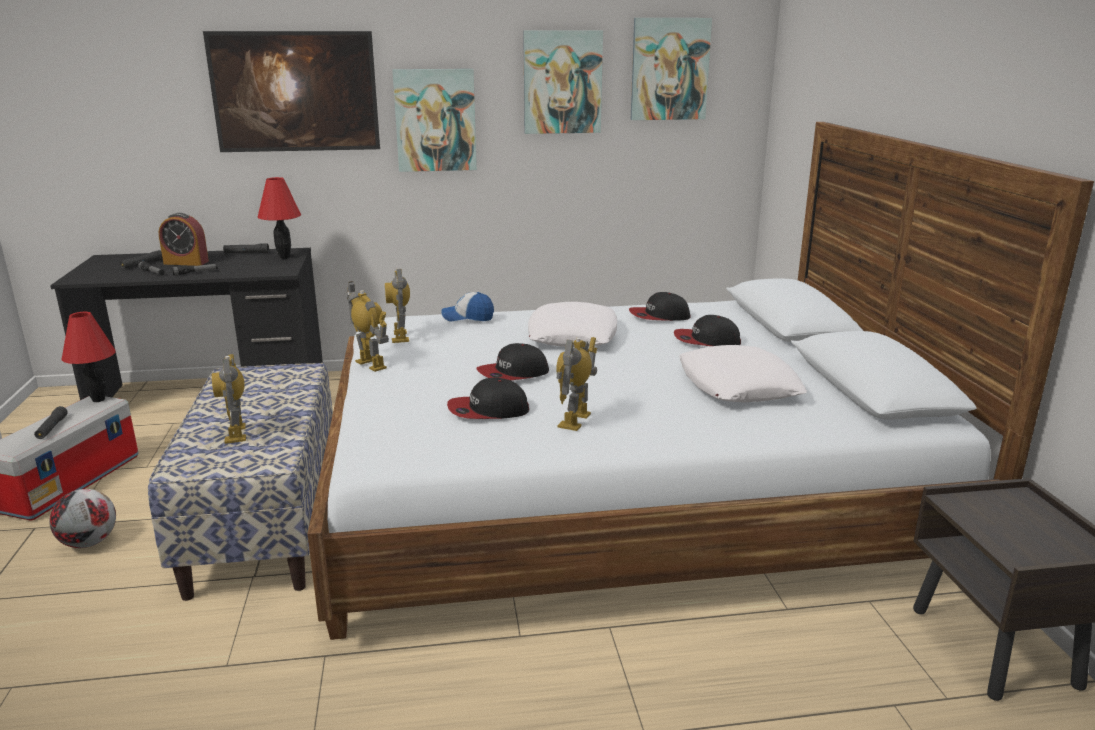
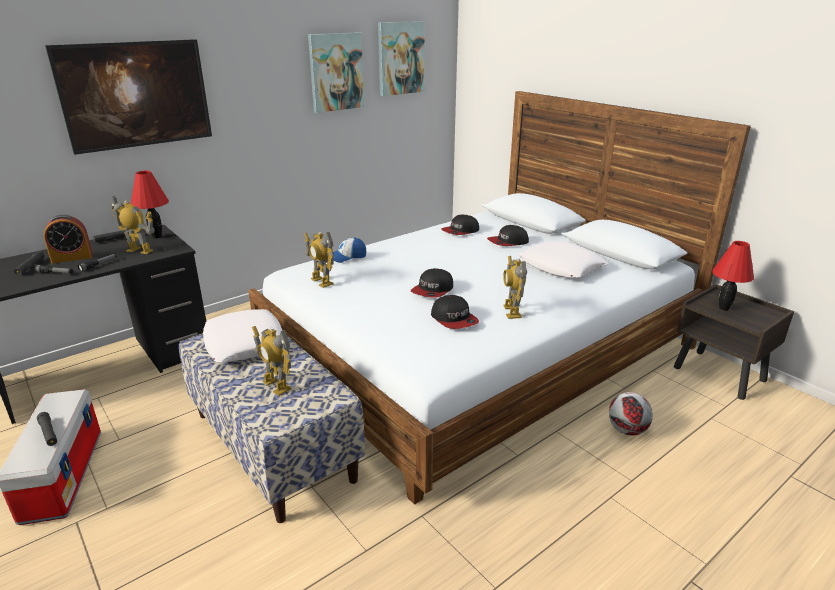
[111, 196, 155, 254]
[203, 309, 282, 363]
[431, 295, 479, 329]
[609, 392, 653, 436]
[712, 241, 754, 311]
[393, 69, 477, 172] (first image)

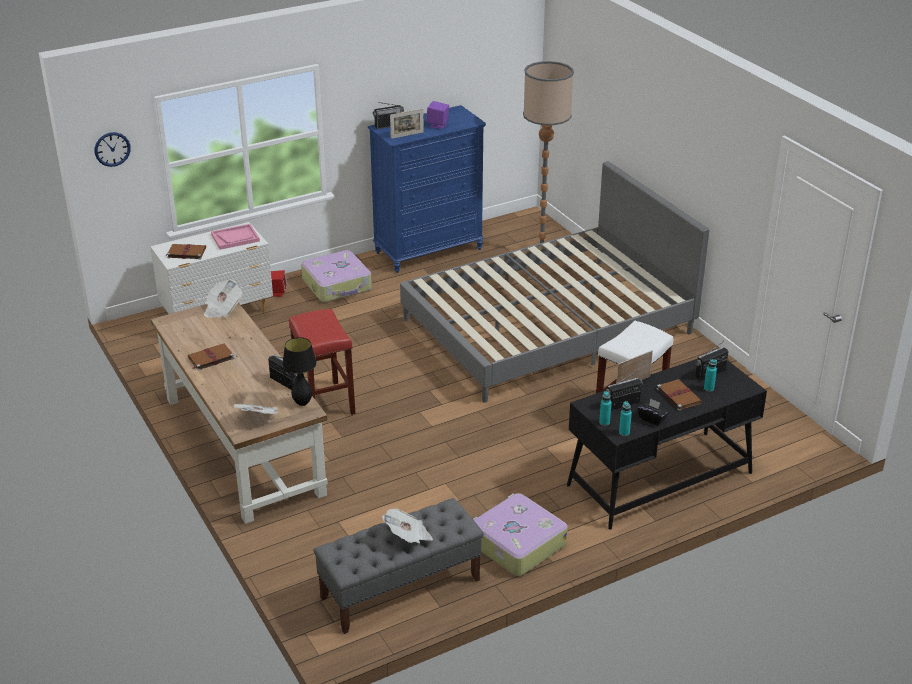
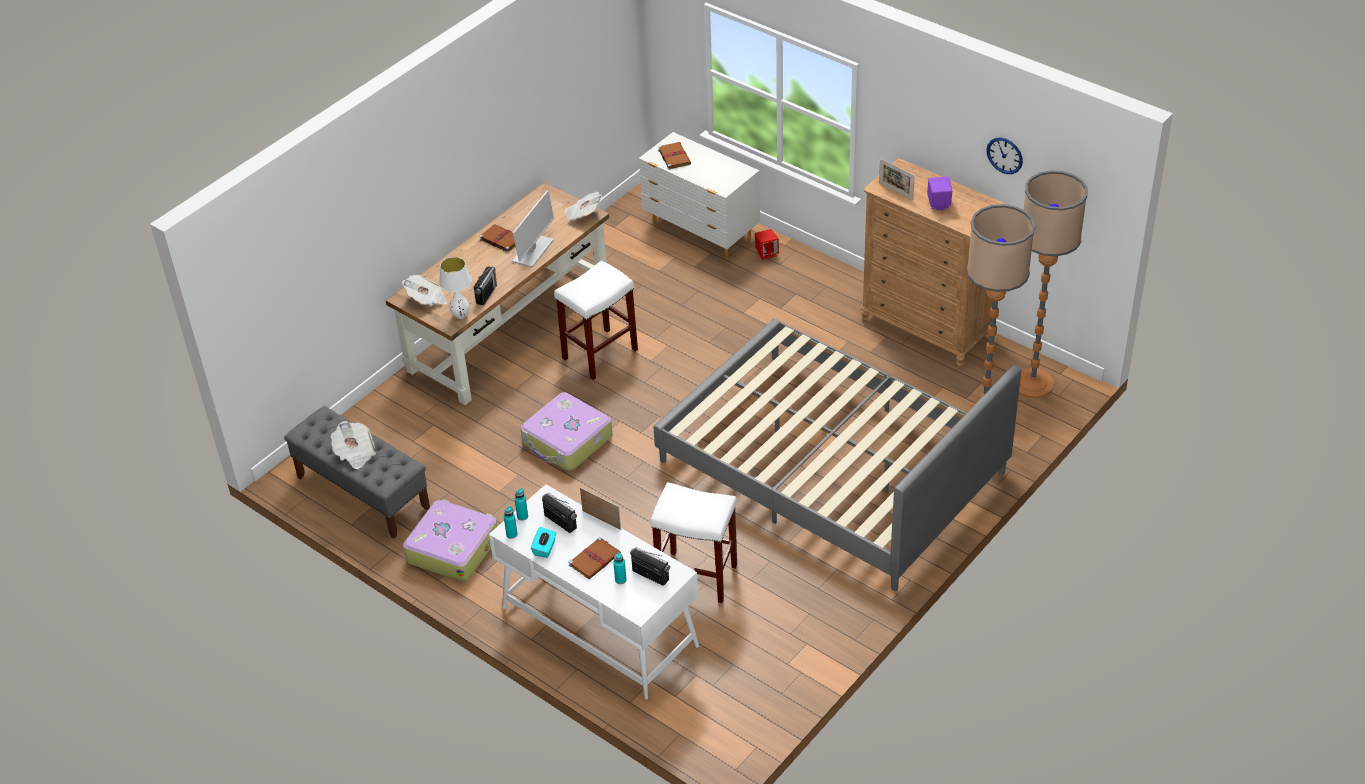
[439, 257, 472, 319]
[489, 484, 699, 700]
[512, 190, 554, 268]
[520, 392, 613, 471]
[531, 527, 556, 558]
[554, 260, 638, 380]
[861, 158, 1008, 367]
[986, 137, 1023, 174]
[1019, 170, 1088, 398]
[211, 224, 260, 250] (first image)
[373, 102, 404, 129] (first image)

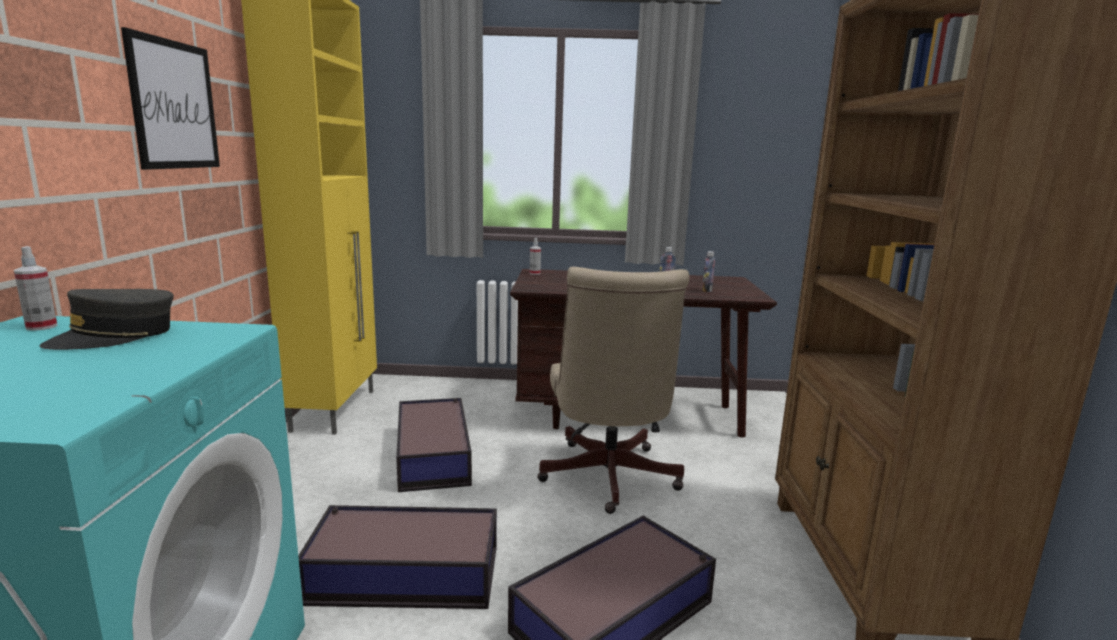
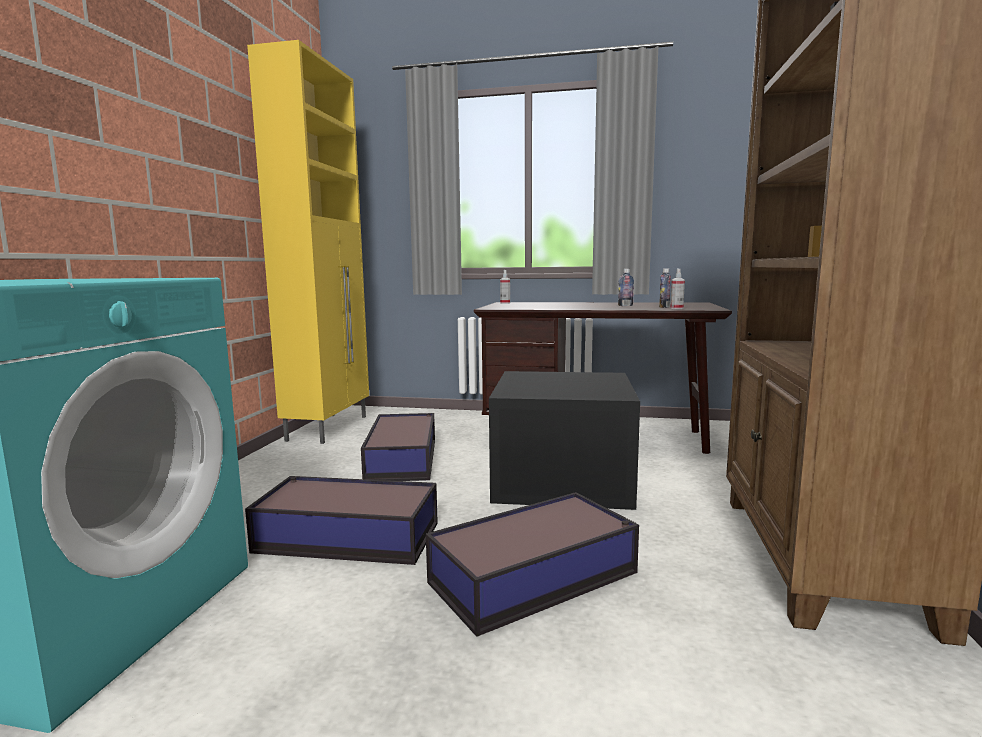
[489, 371, 640, 510]
[670, 269, 685, 309]
[39, 289, 174, 350] (first image)
[121, 27, 220, 170] (first image)

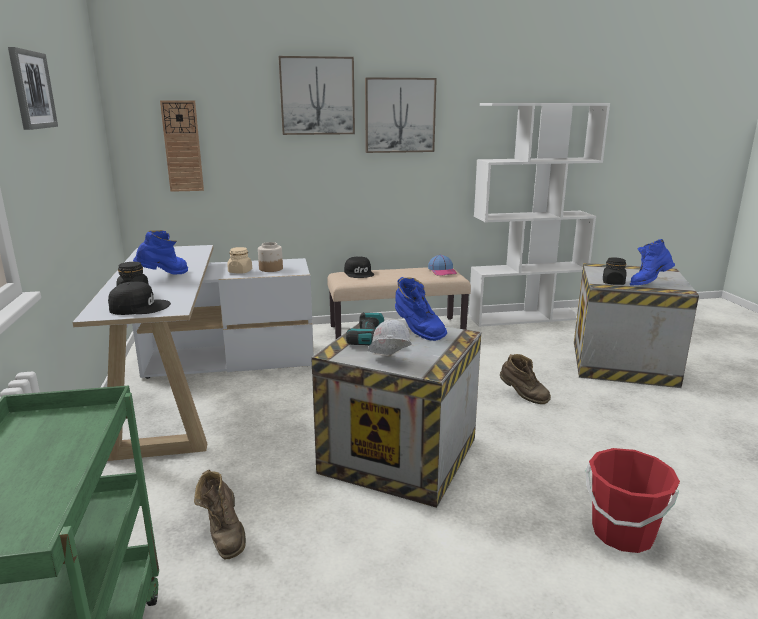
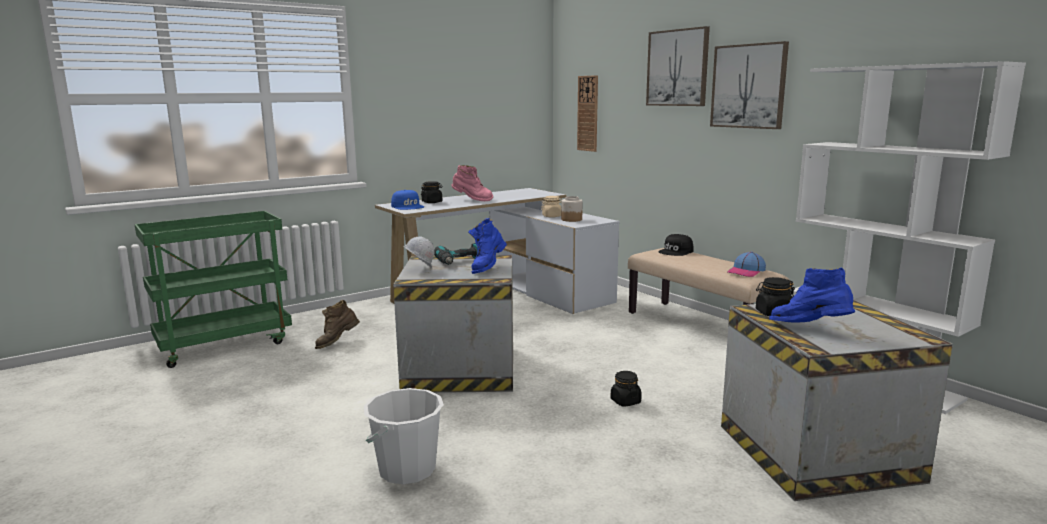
[364, 388, 444, 484]
[391, 190, 424, 210]
[452, 165, 493, 201]
[611, 371, 642, 407]
[8, 47, 58, 130] (first image)

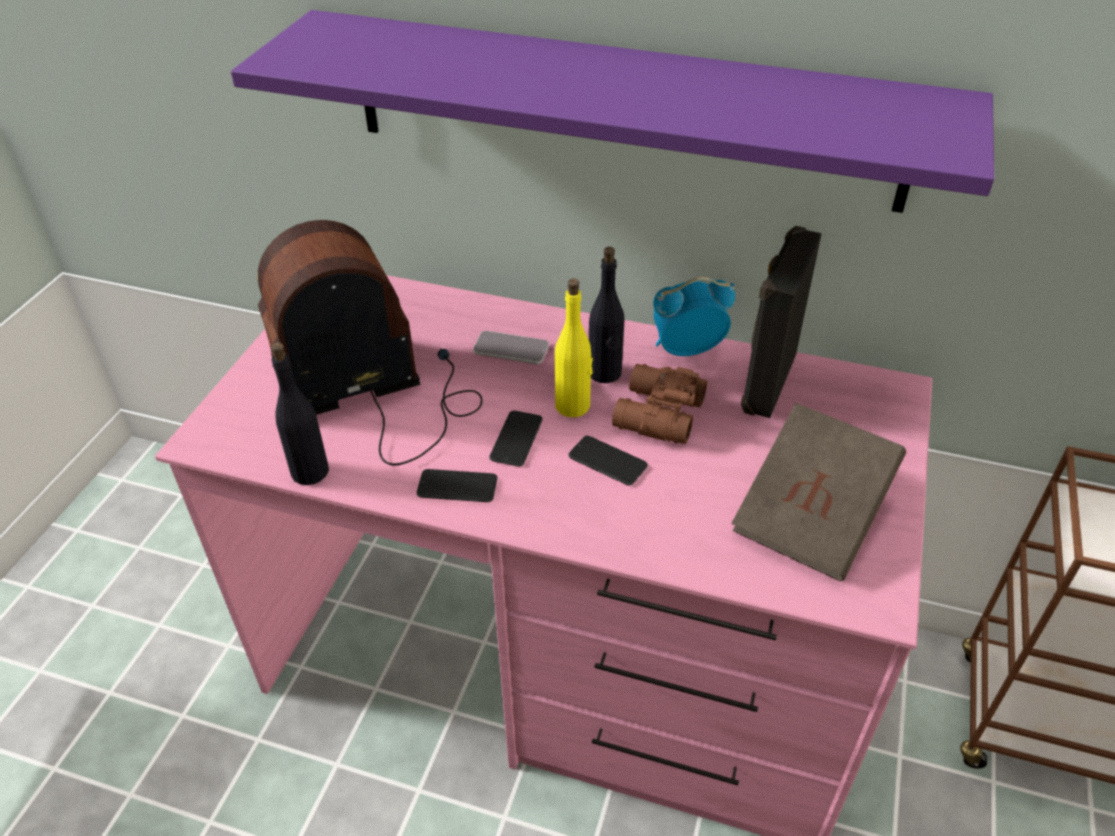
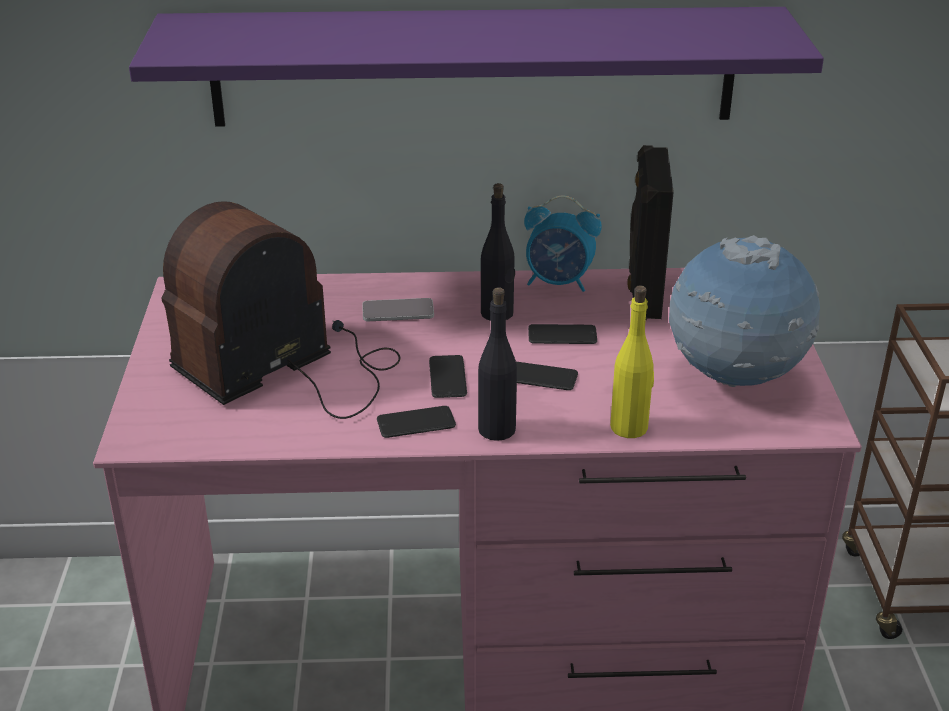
[478, 287, 517, 441]
[524, 196, 602, 292]
[528, 324, 597, 344]
[610, 286, 654, 438]
[669, 235, 820, 387]

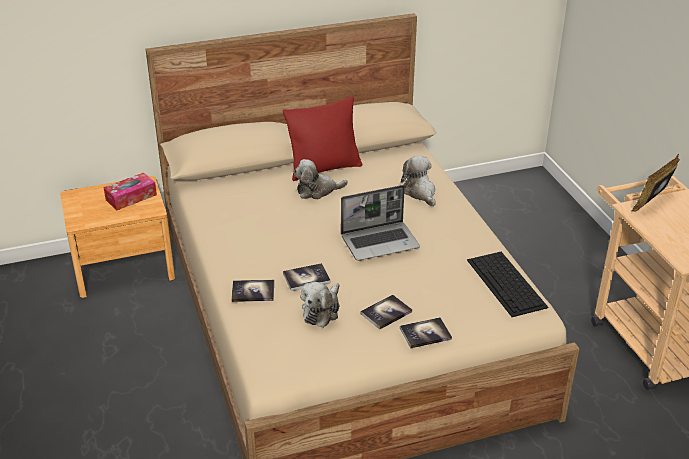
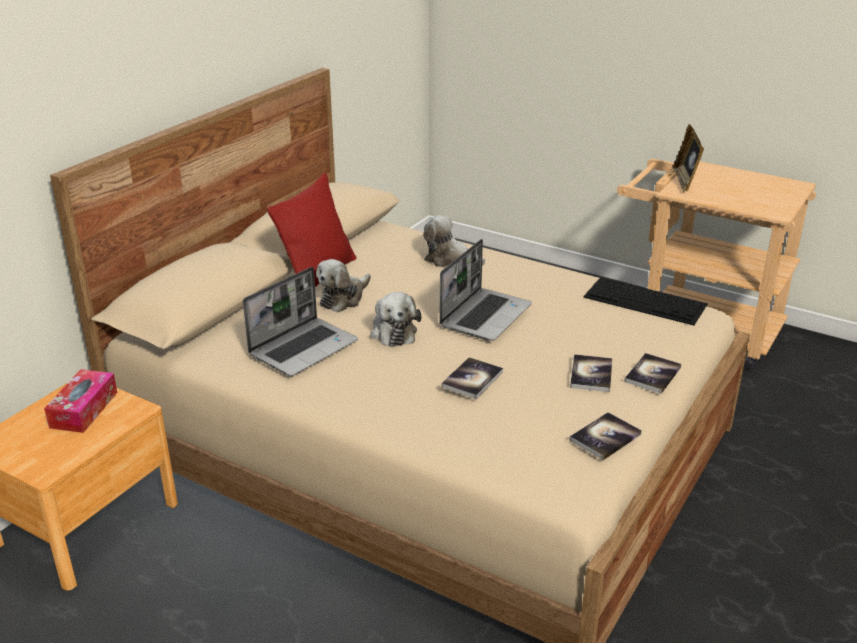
[243, 267, 358, 376]
[370, 292, 421, 347]
[569, 412, 642, 460]

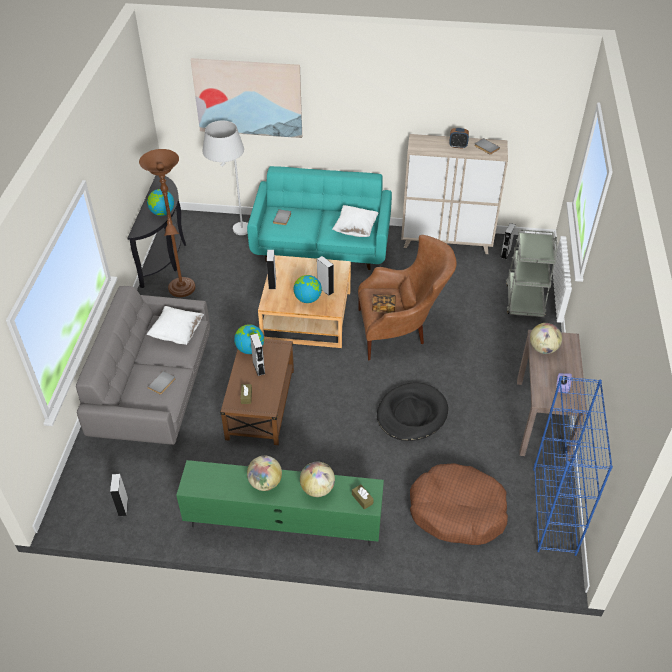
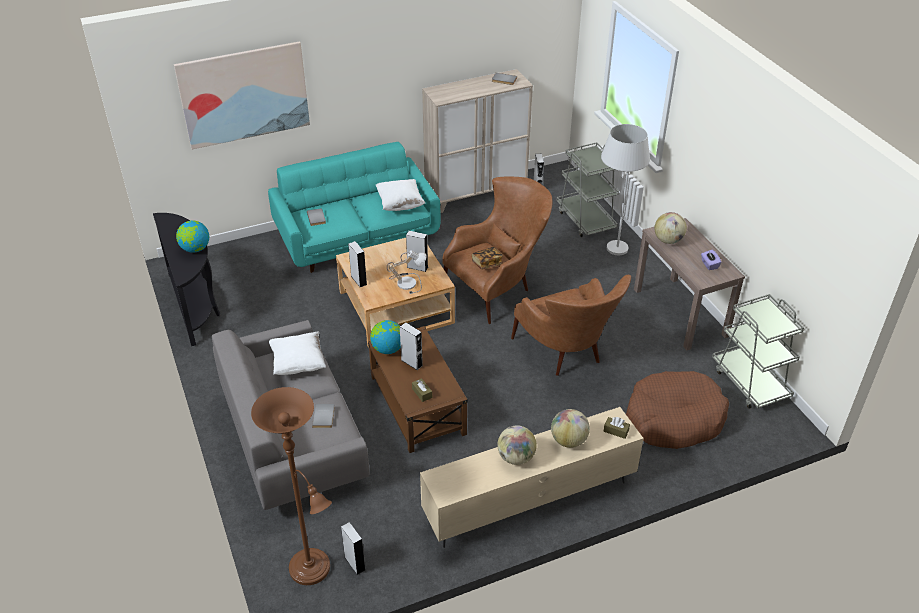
[251, 387, 332, 585]
[387, 250, 427, 294]
[420, 407, 644, 548]
[511, 275, 631, 376]
[601, 124, 650, 255]
[712, 294, 804, 409]
[449, 128, 469, 149] (first image)

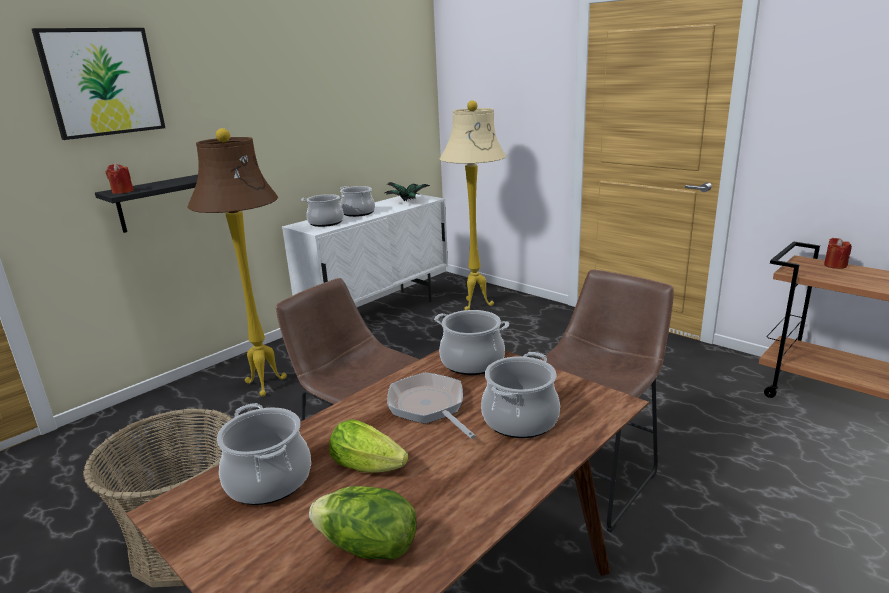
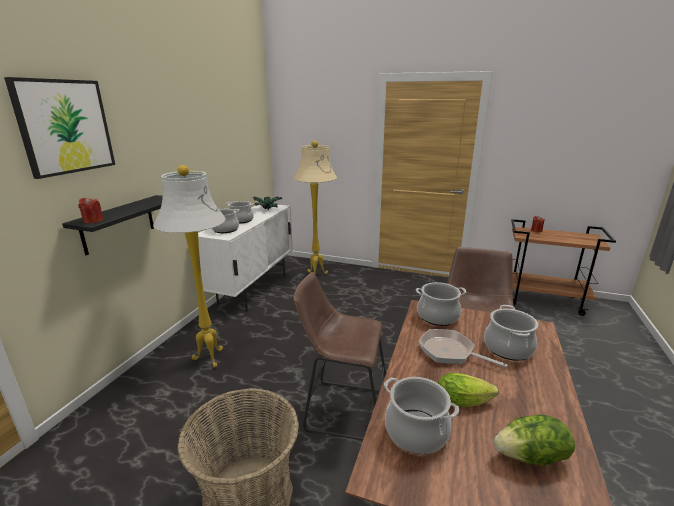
[153, 165, 226, 368]

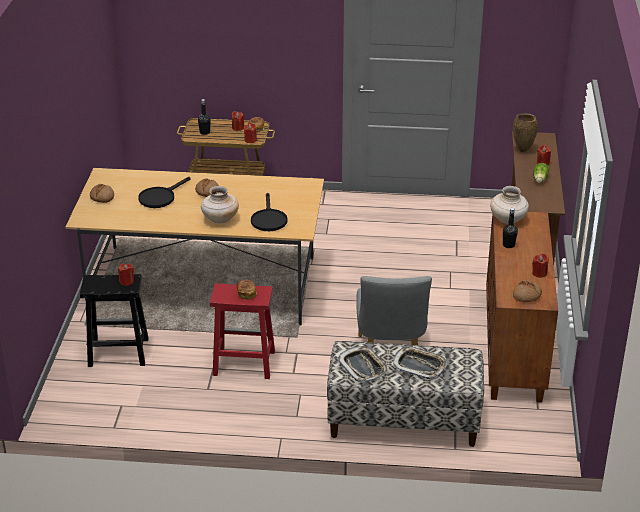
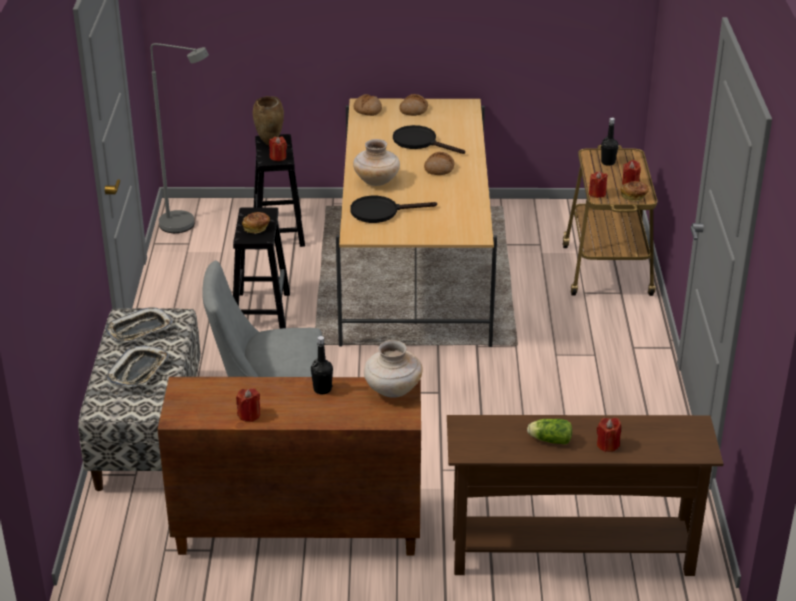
[151, 43, 209, 233]
[233, 207, 290, 329]
[253, 96, 284, 146]
[354, 94, 382, 116]

